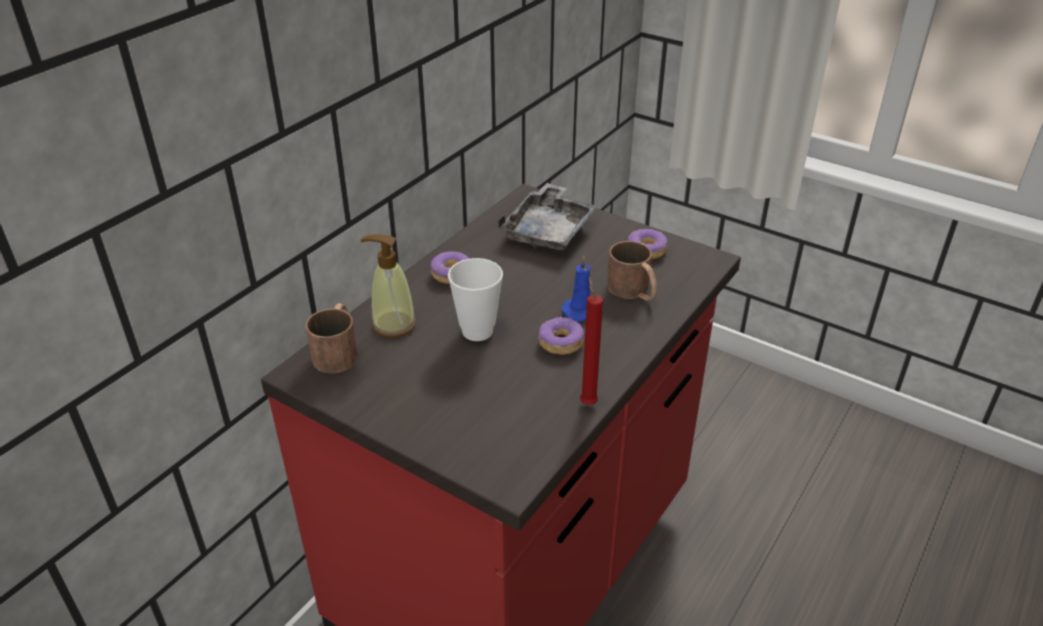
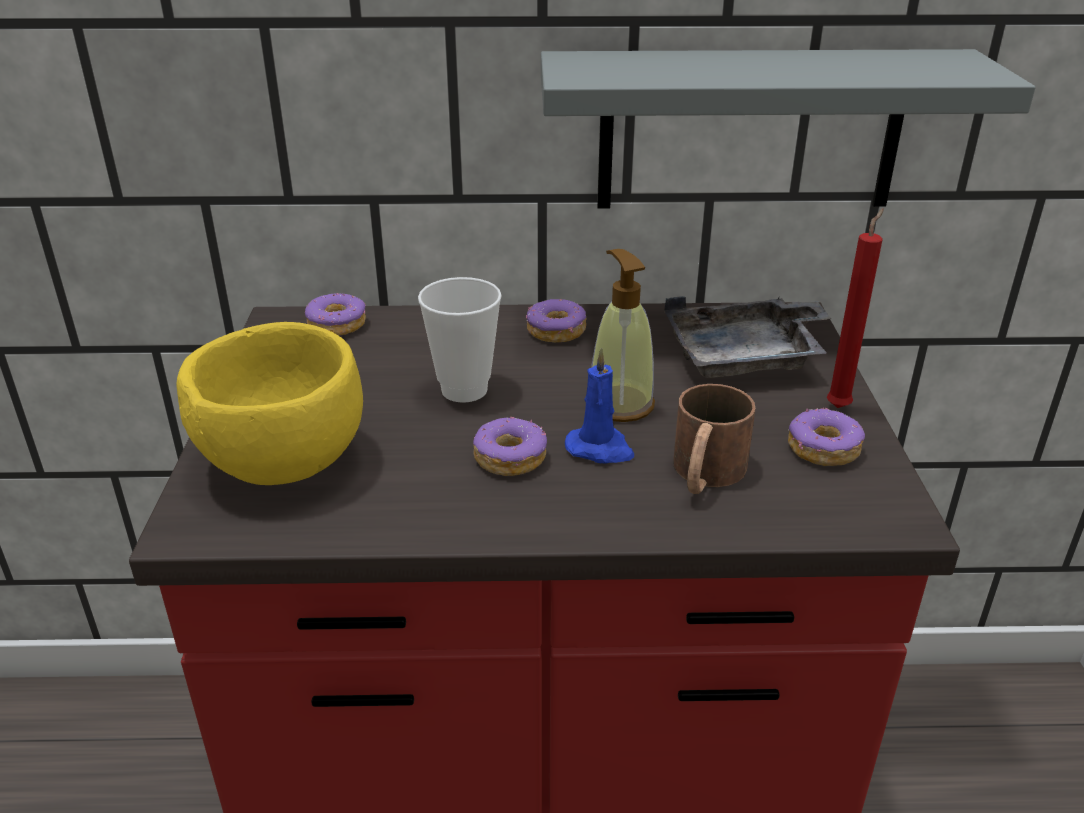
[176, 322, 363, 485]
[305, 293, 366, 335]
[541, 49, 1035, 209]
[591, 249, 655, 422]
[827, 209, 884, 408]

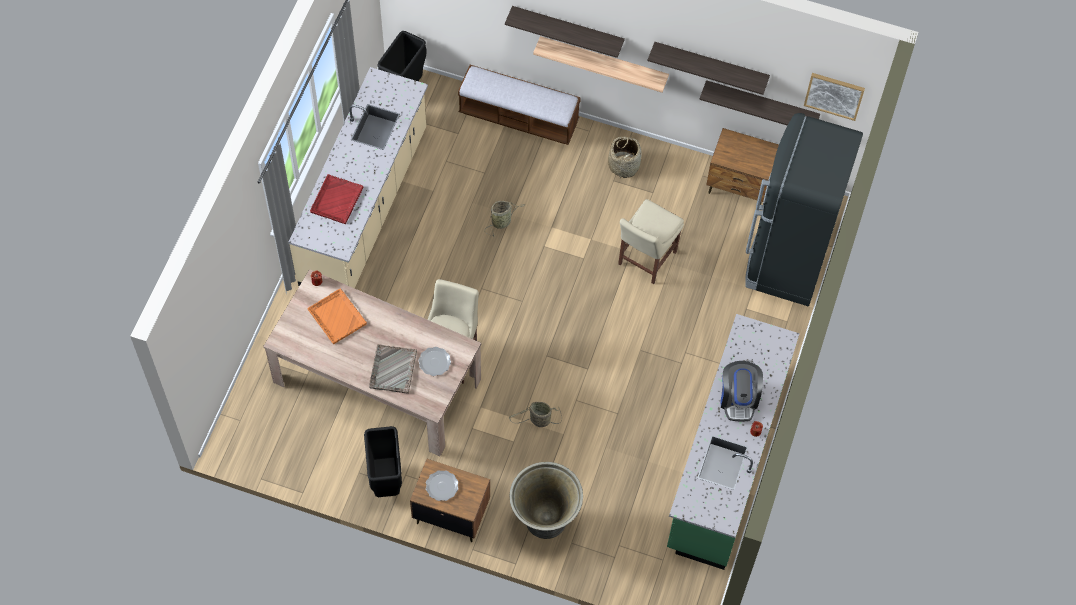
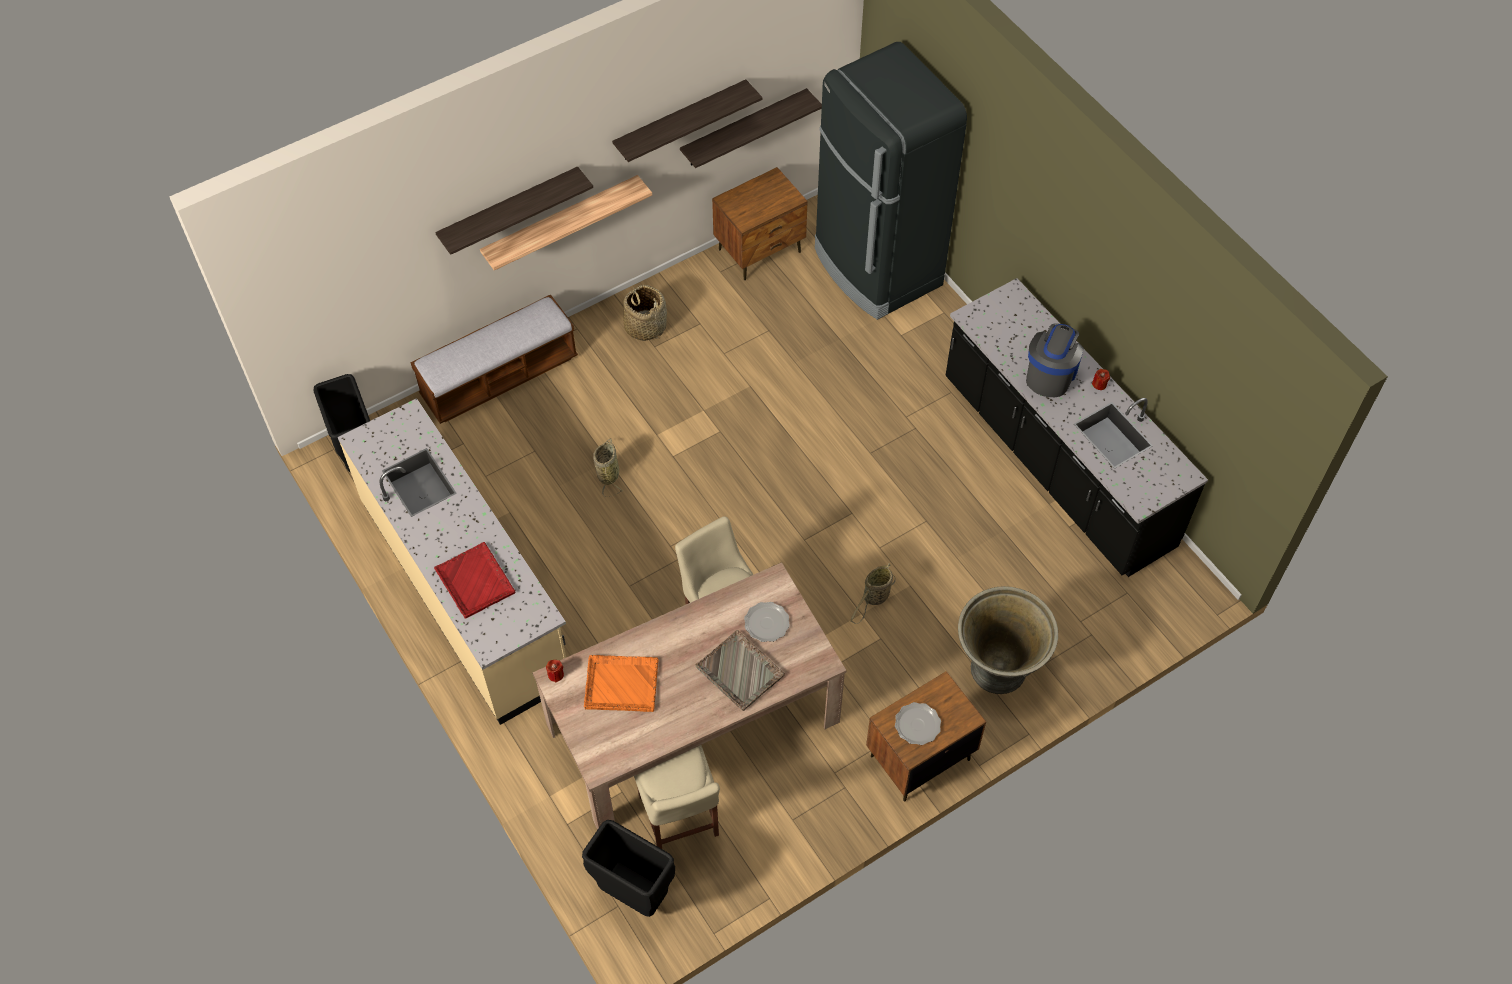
[582, 820, 675, 917]
[634, 745, 720, 849]
[945, 278, 1208, 577]
[1026, 323, 1084, 397]
[804, 73, 865, 121] (first image)

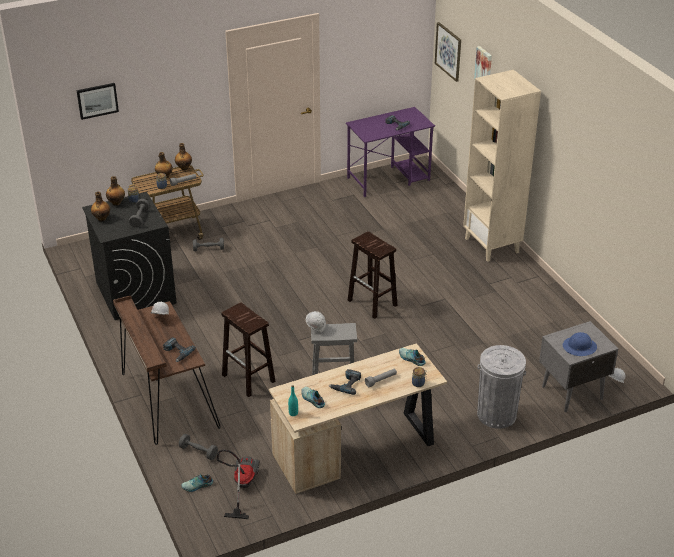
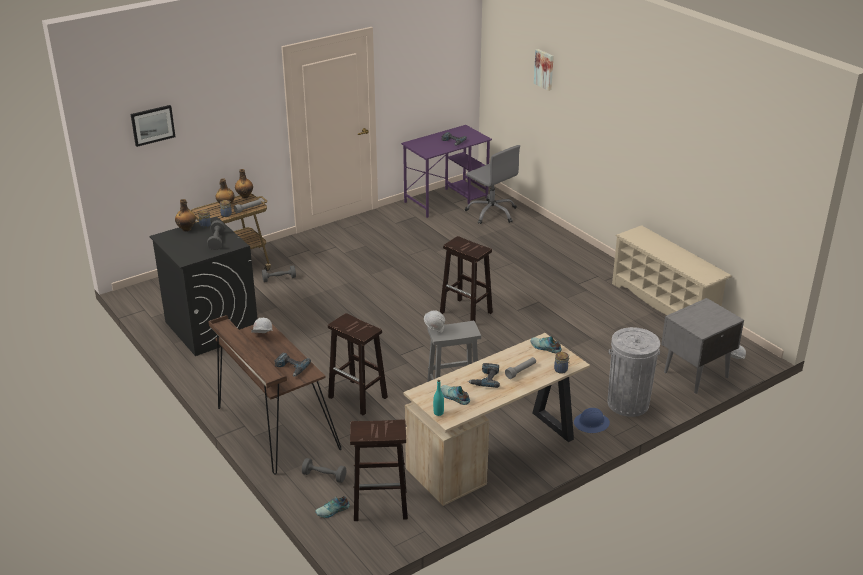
[350, 419, 408, 521]
[465, 145, 520, 224]
[574, 408, 610, 433]
[612, 225, 732, 315]
[91, 192, 110, 221] (first image)
[435, 22, 461, 82] (first image)
[463, 70, 541, 262] (first image)

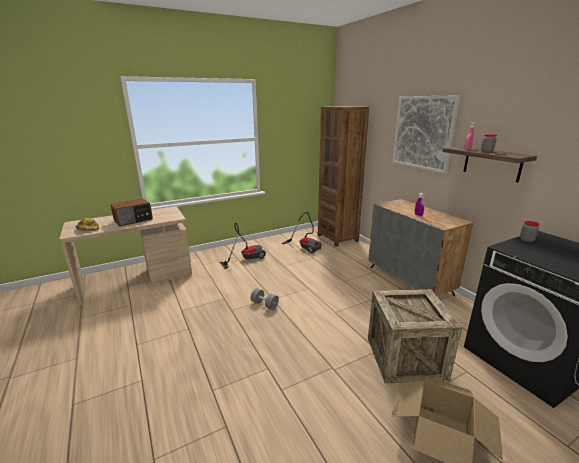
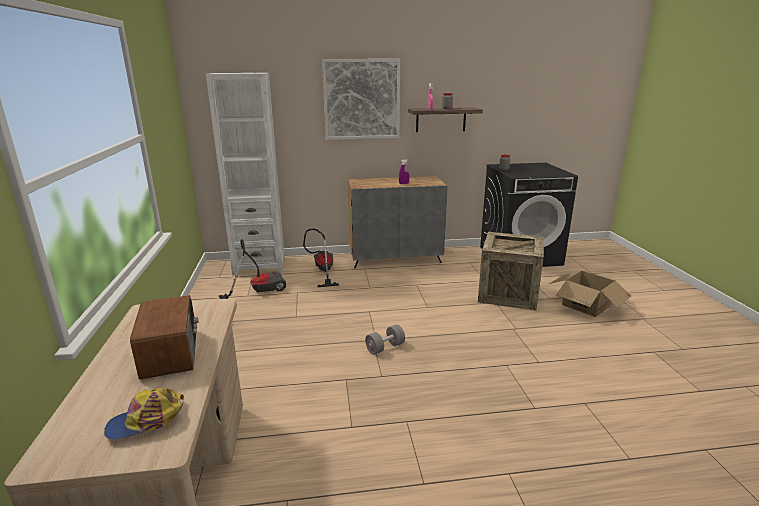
[206, 73, 285, 276]
[303, 229, 339, 287]

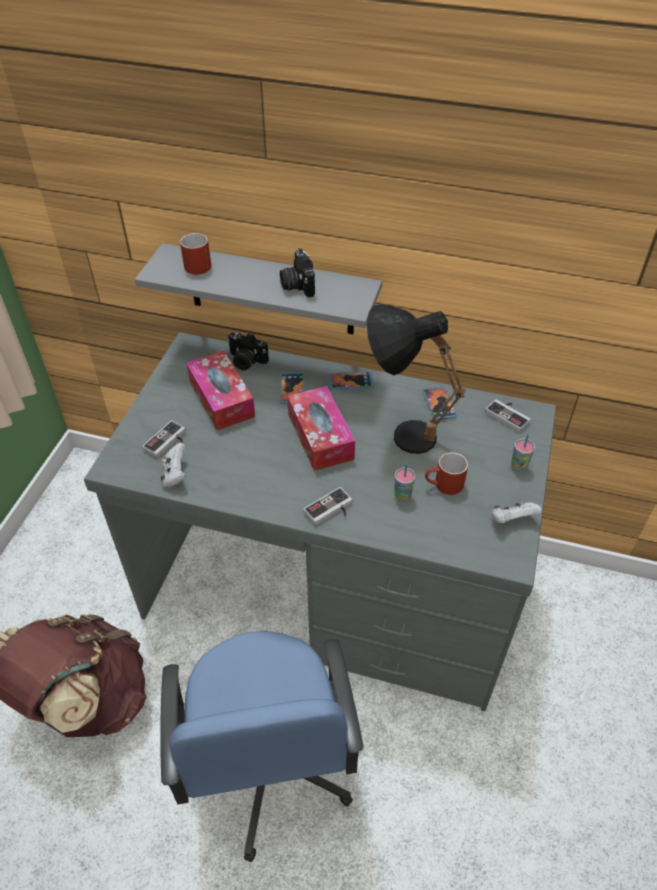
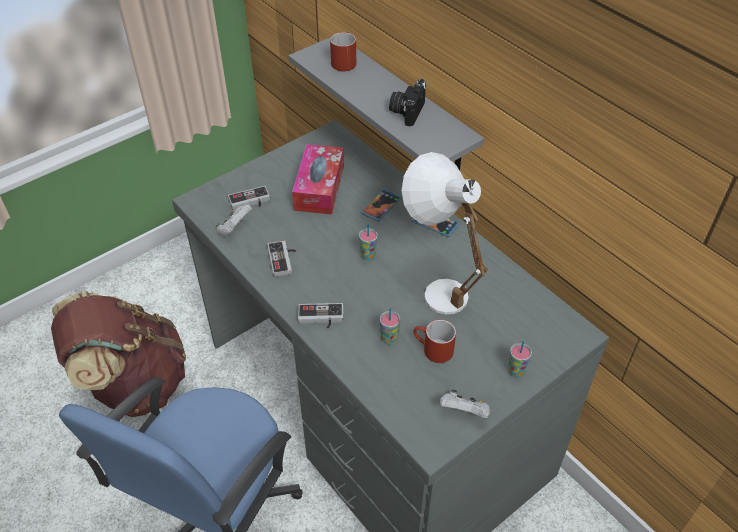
[267, 240, 296, 277]
[359, 224, 378, 260]
[402, 152, 488, 315]
[227, 332, 269, 371] (first image)
[423, 386, 457, 420] (first image)

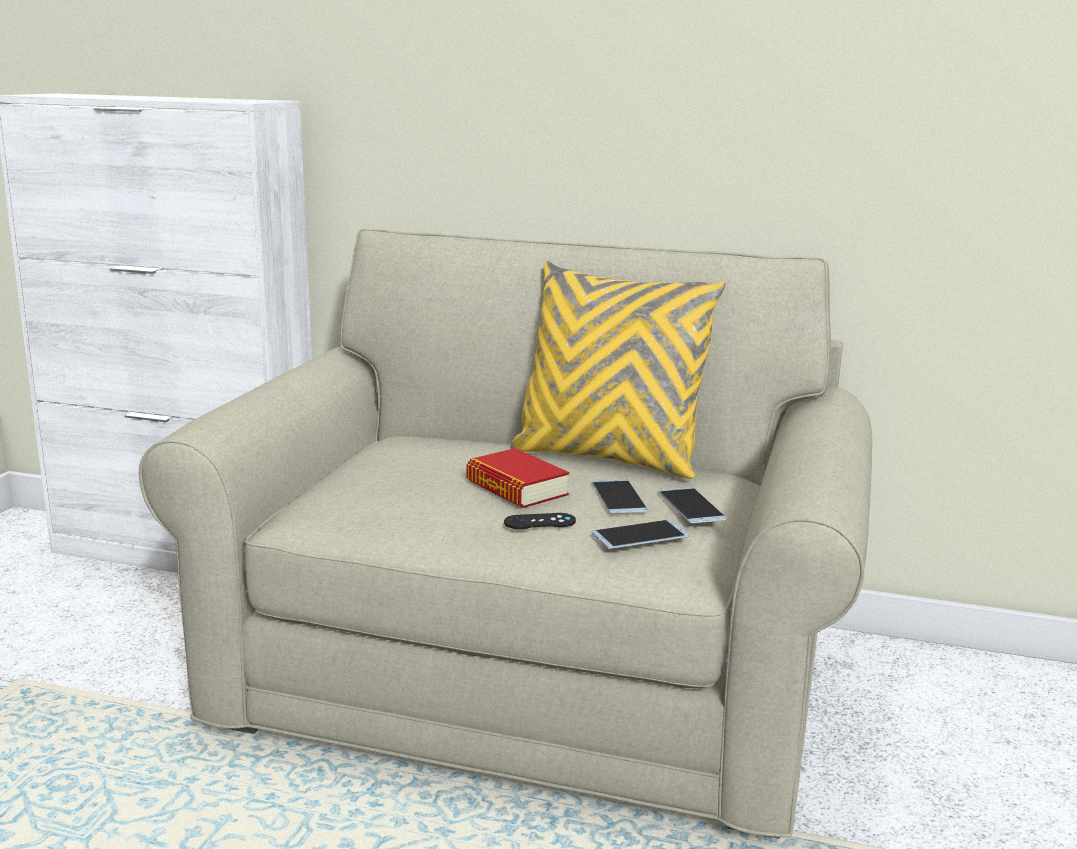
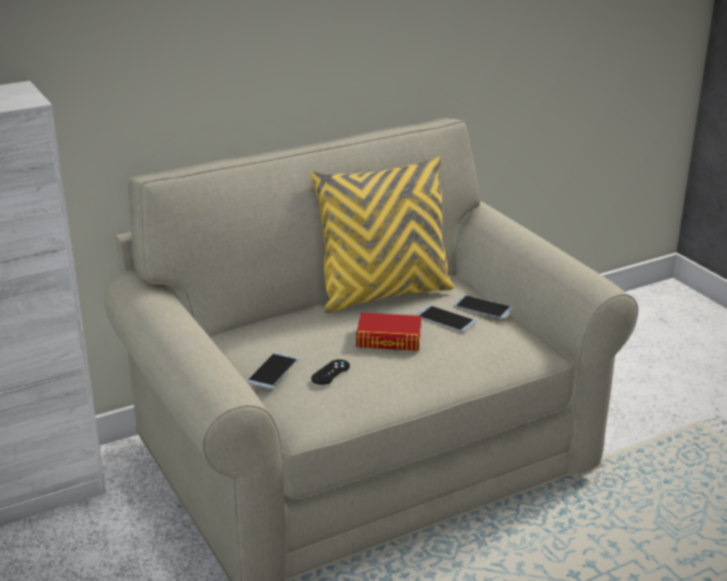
[247, 353, 298, 389]
[311, 359, 350, 385]

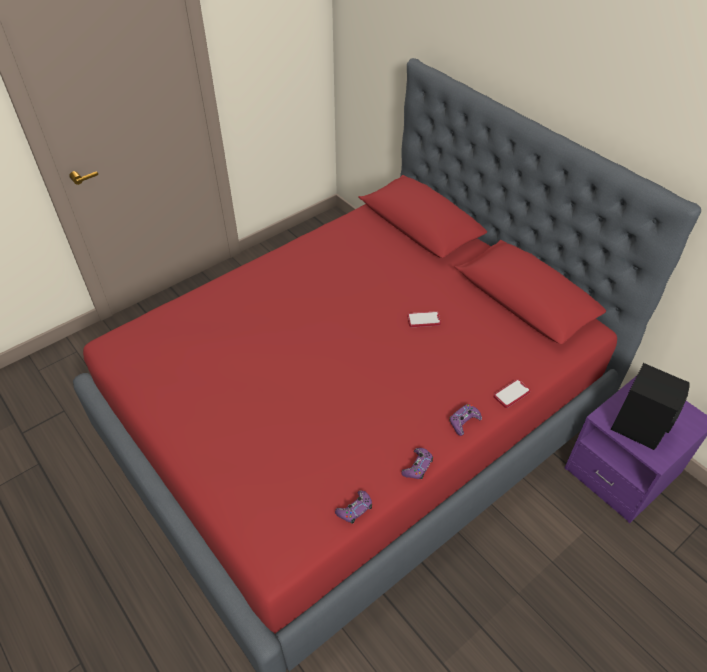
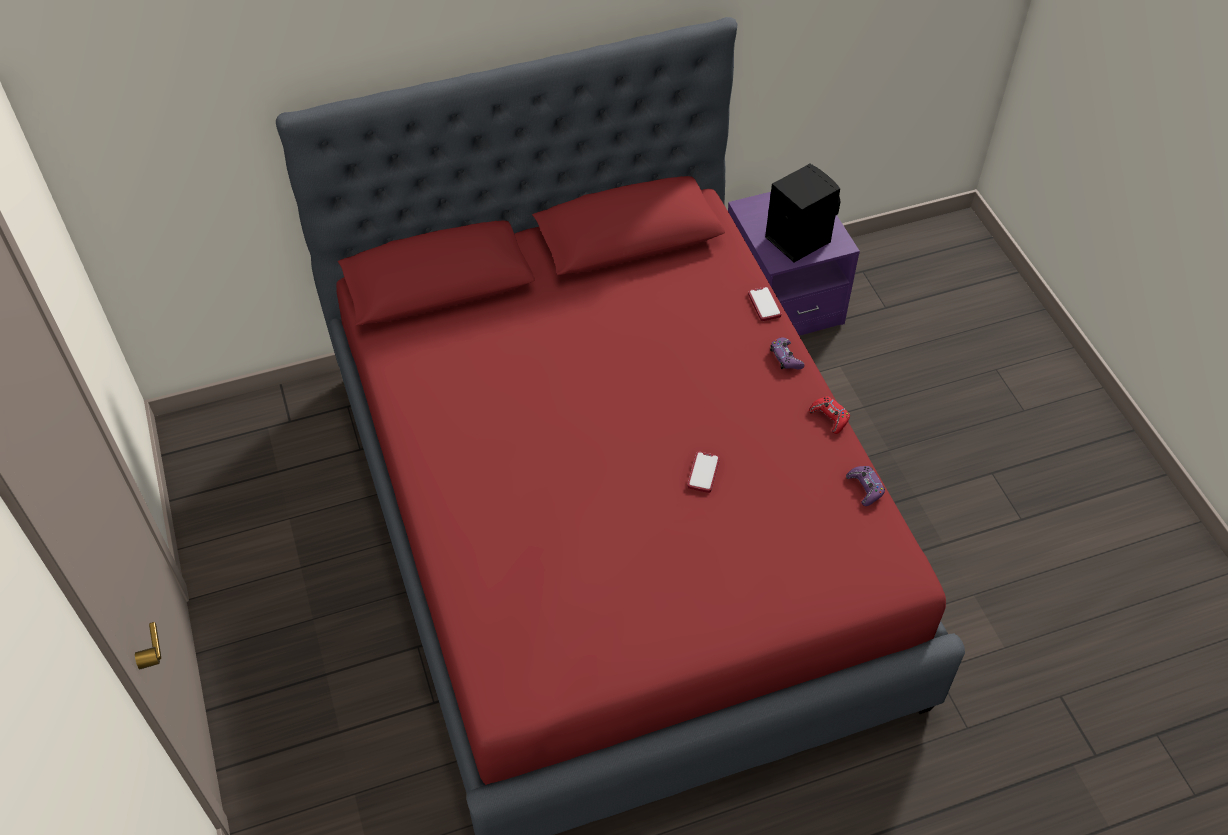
[687, 451, 720, 493]
[809, 396, 850, 434]

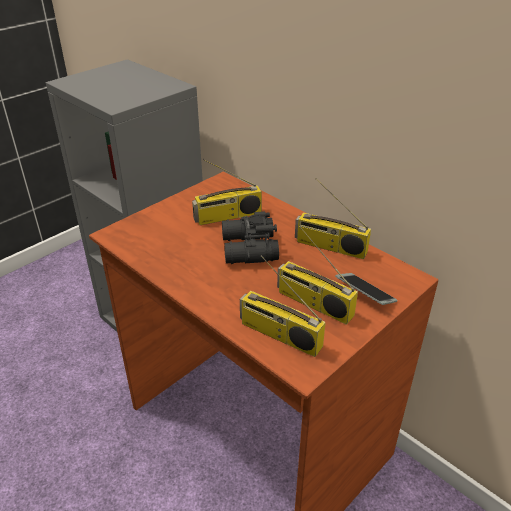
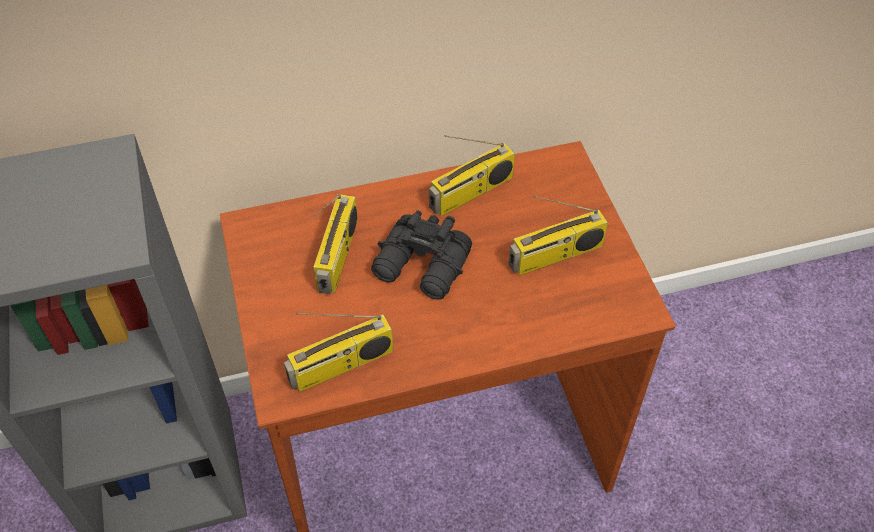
[284, 312, 393, 392]
[335, 273, 398, 305] (first image)

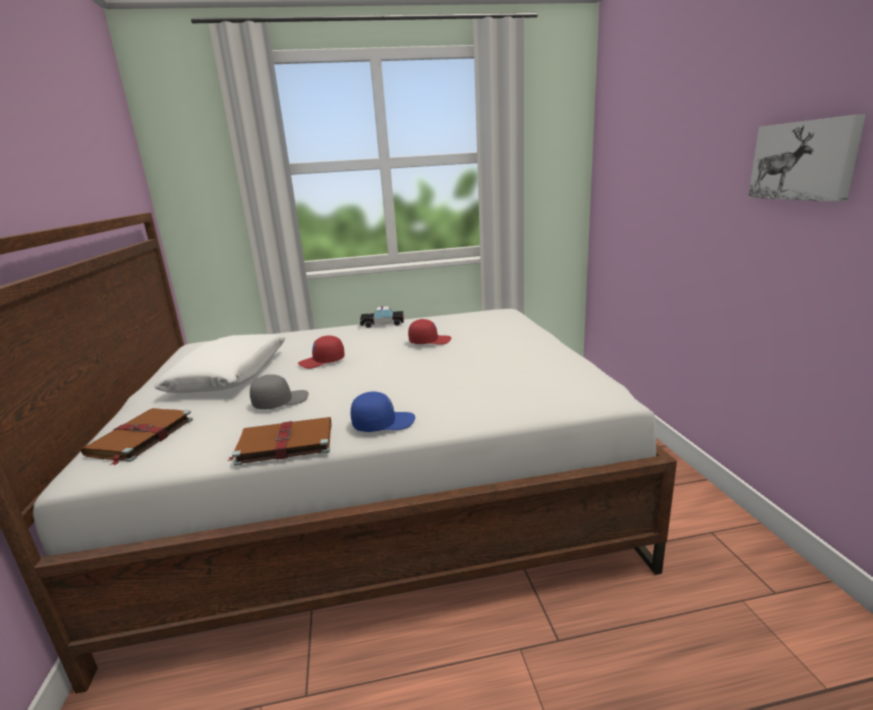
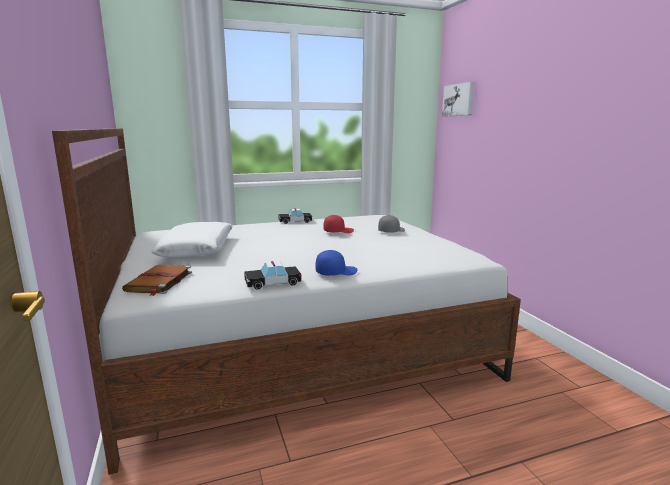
[244, 261, 301, 290]
[378, 215, 405, 233]
[442, 82, 474, 116]
[298, 335, 345, 369] (first image)

